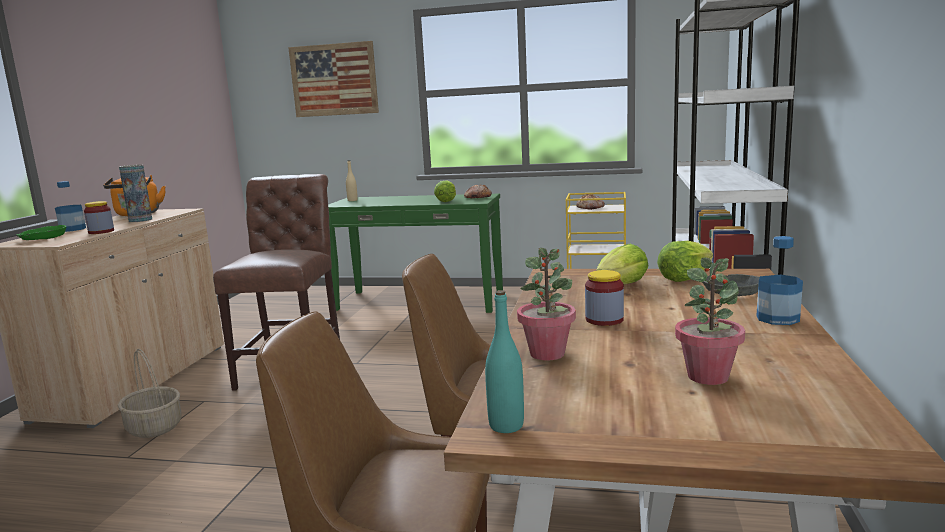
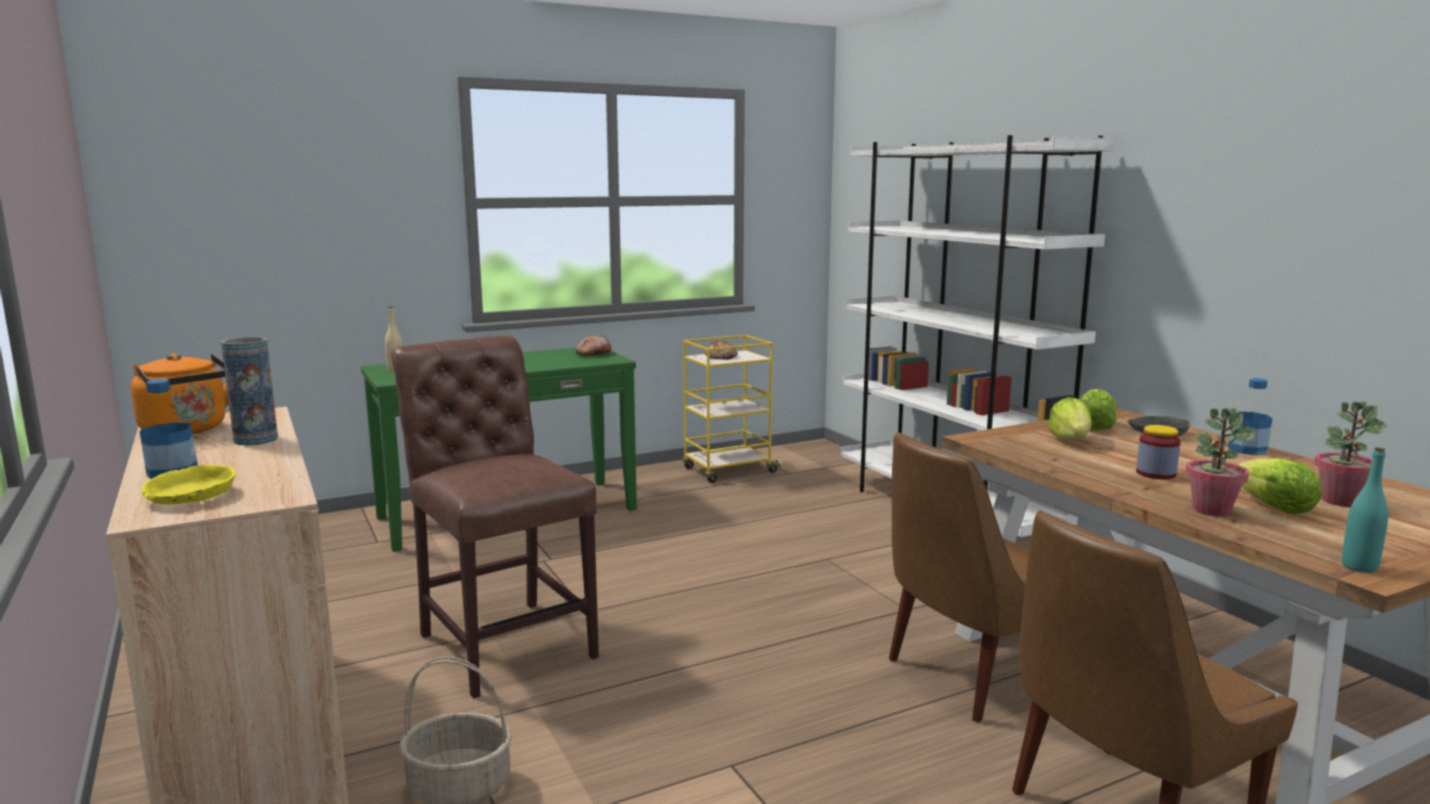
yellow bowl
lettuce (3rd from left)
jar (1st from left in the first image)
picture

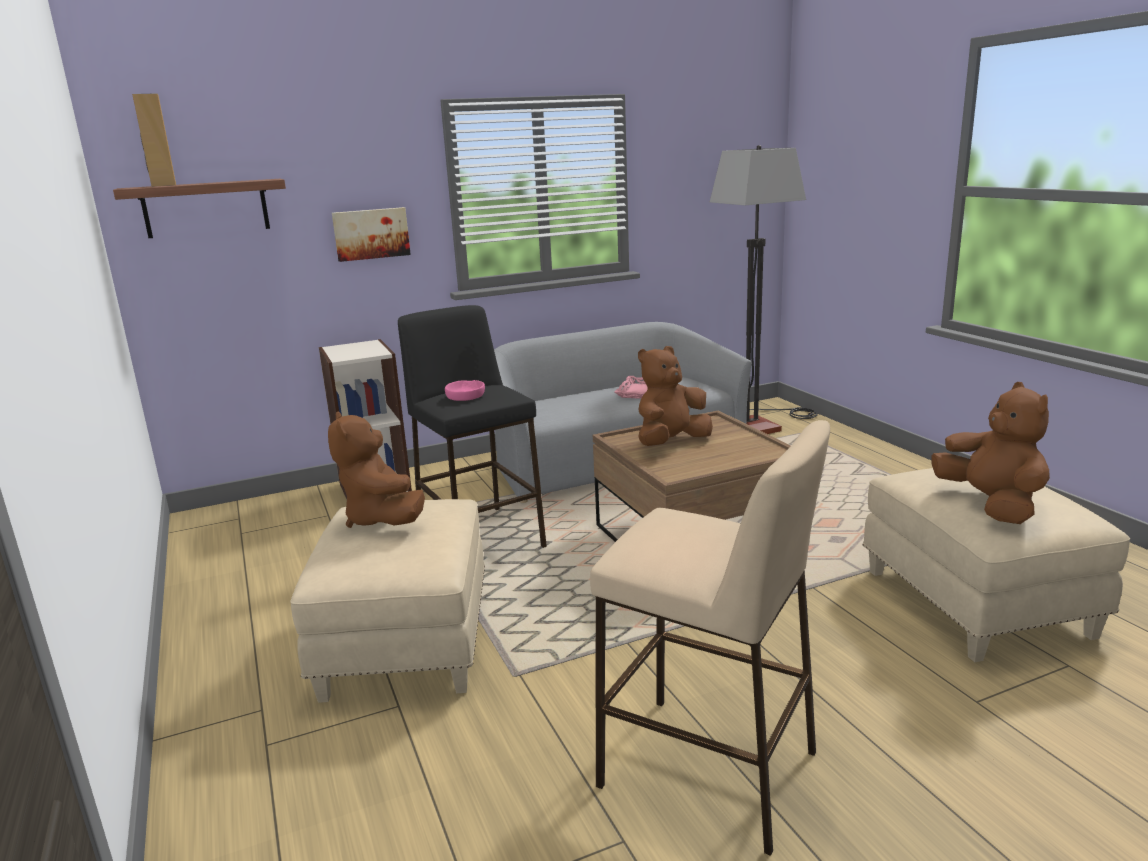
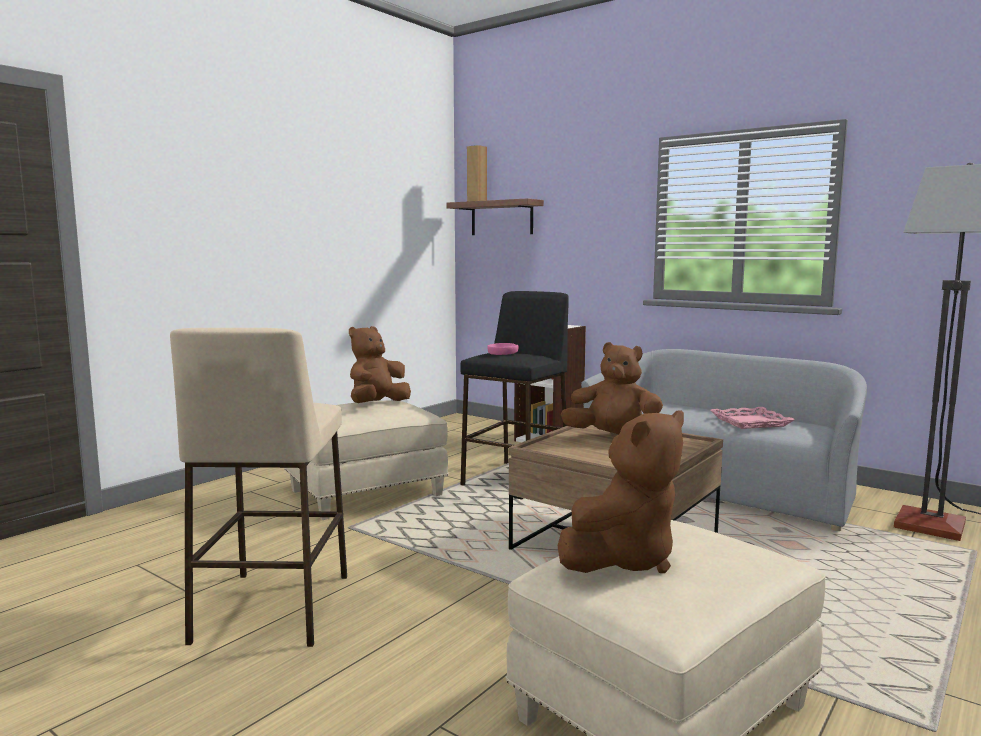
picture

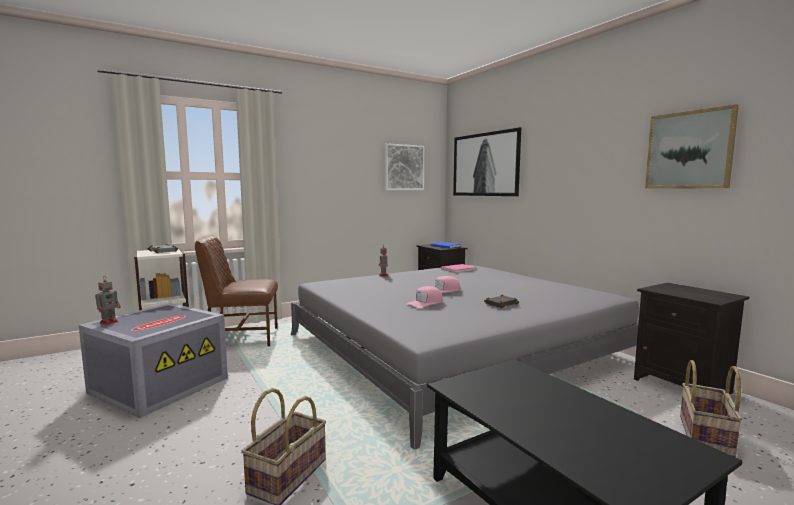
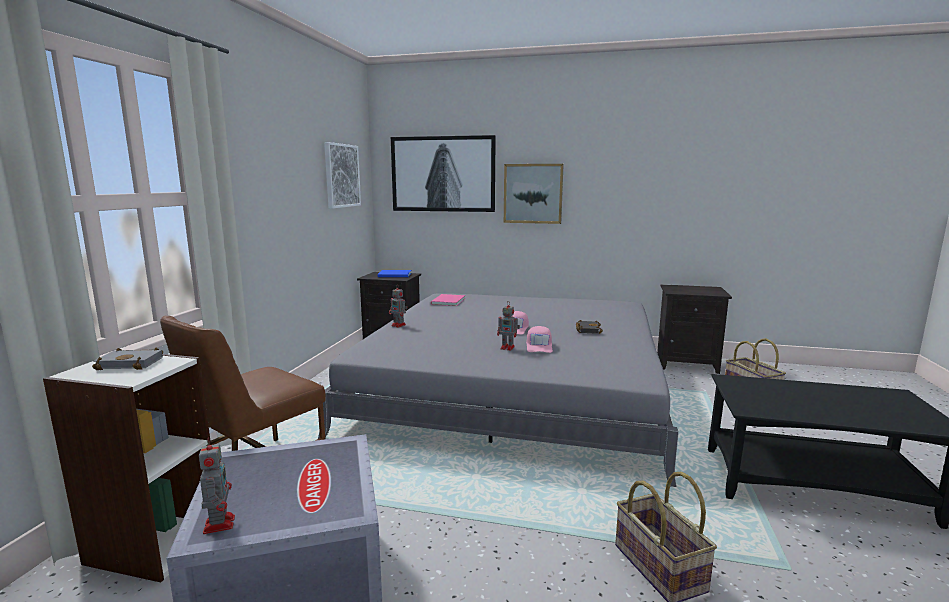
toy robot (3rd from left)
picture (3rd from left)

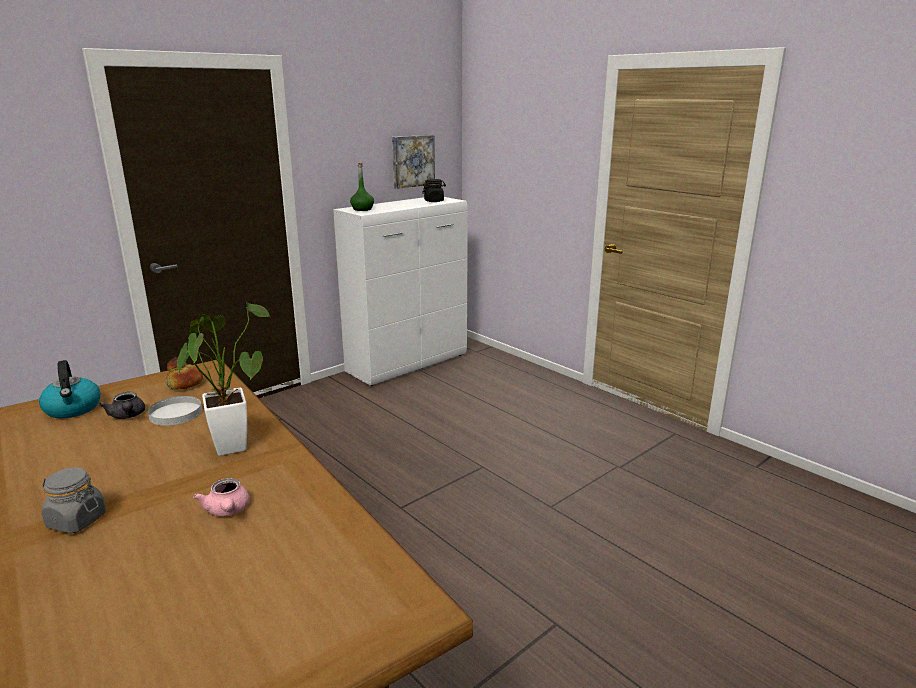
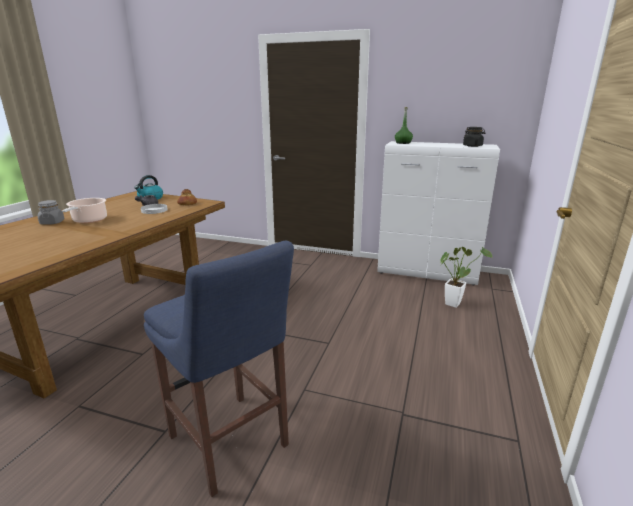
cooking pot
blue stool
potted plant
pink teapot
picture

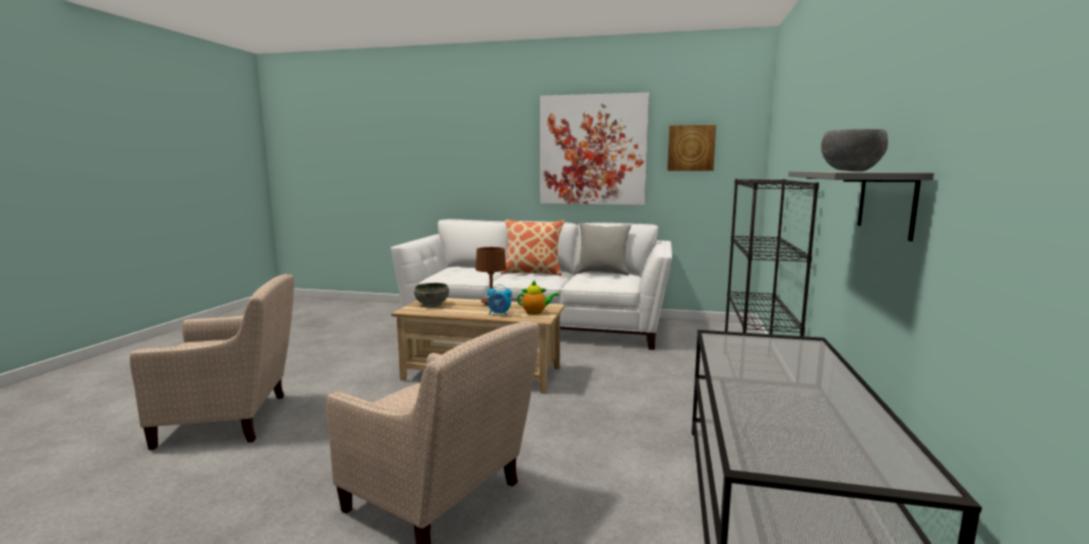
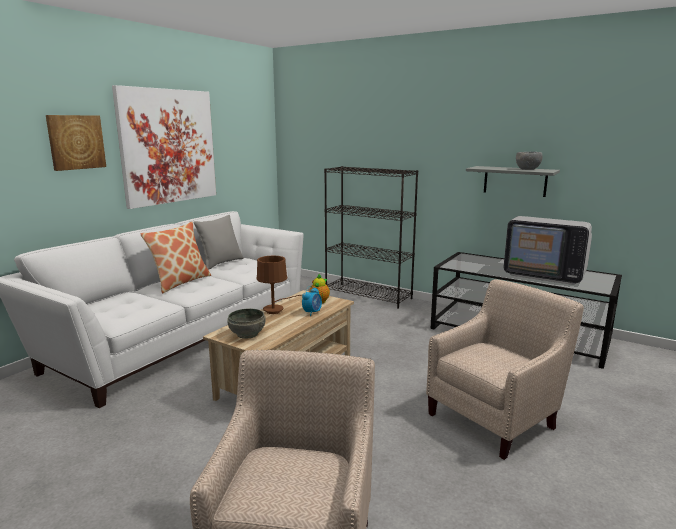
picture (1st from left)
television

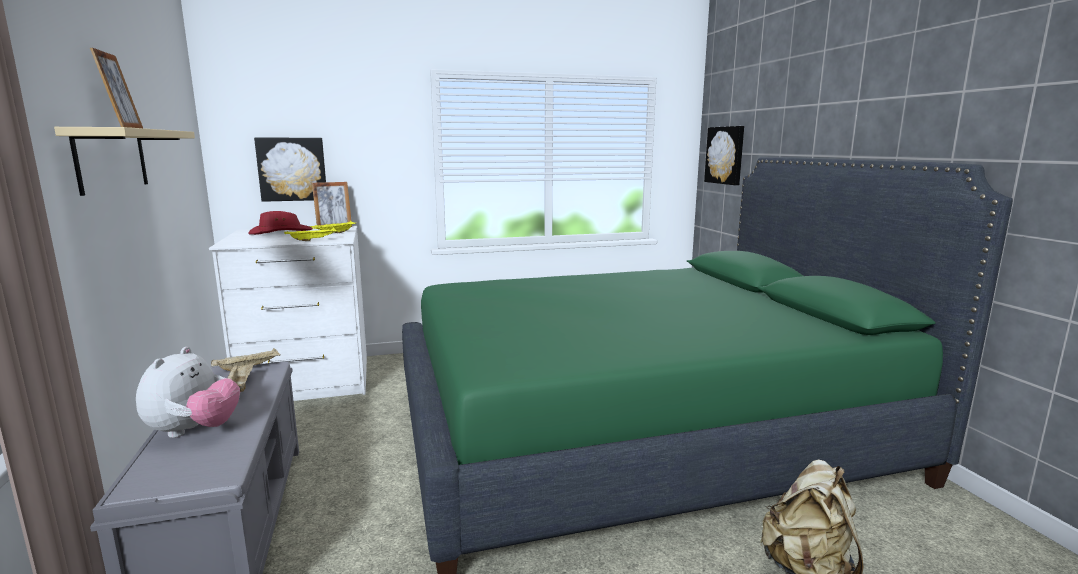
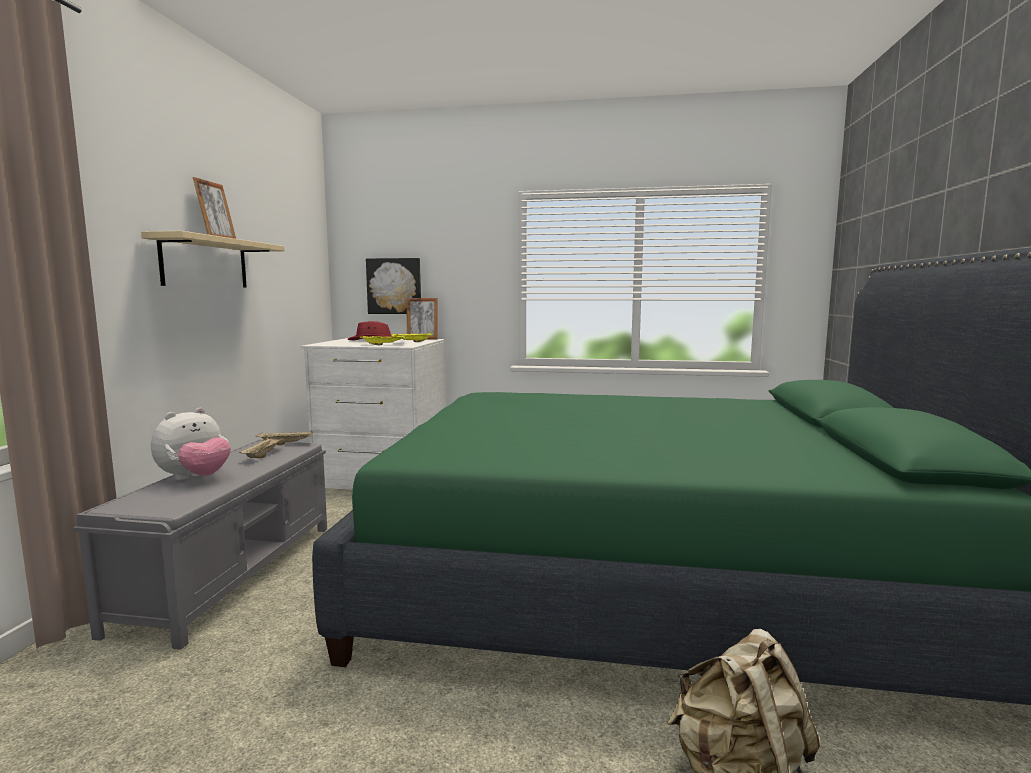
picture (2nd from left in the first image)

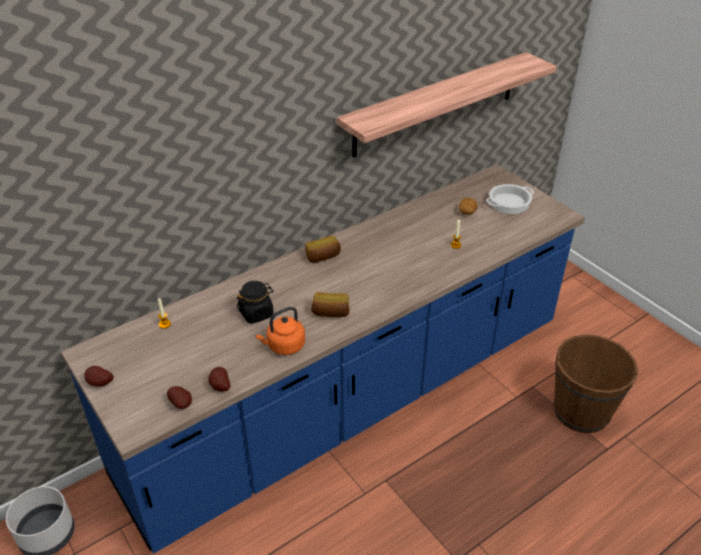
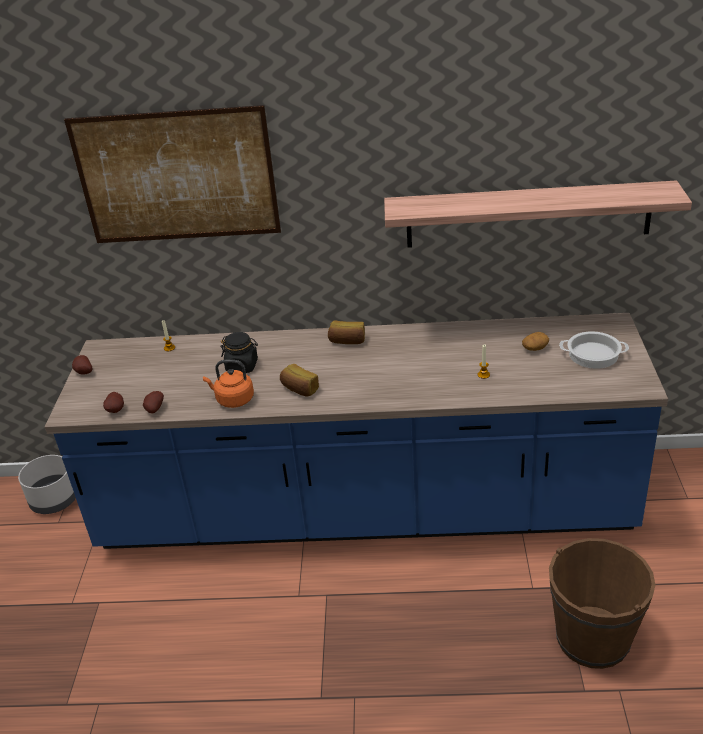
picture

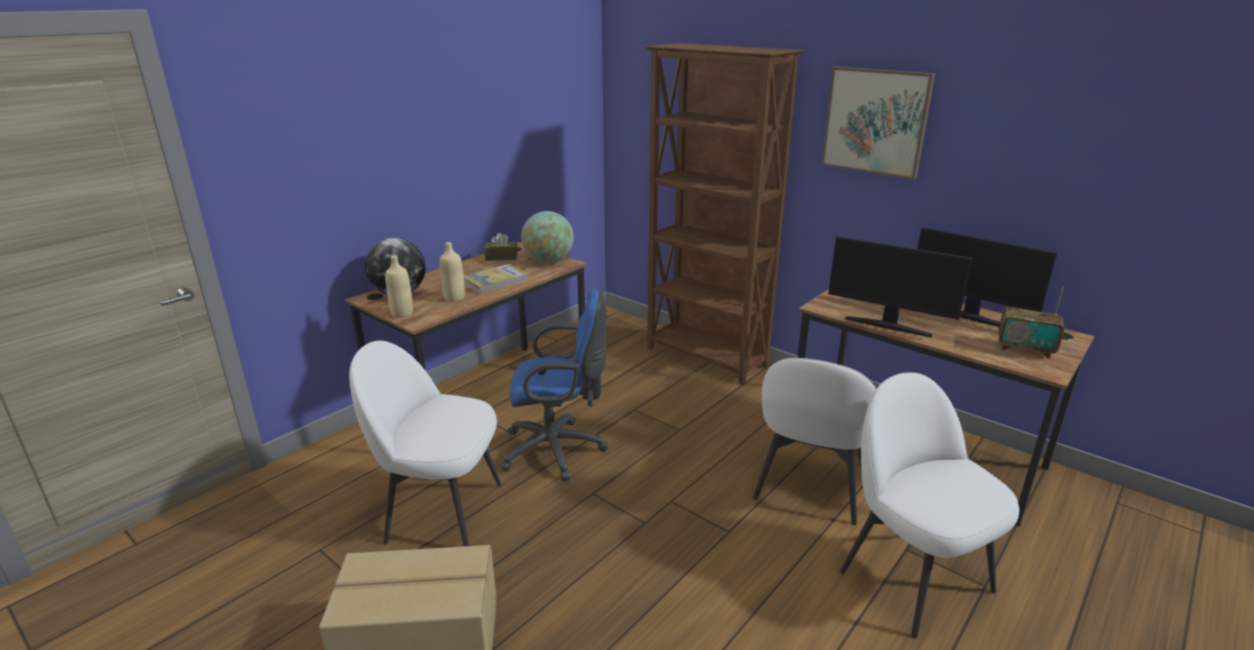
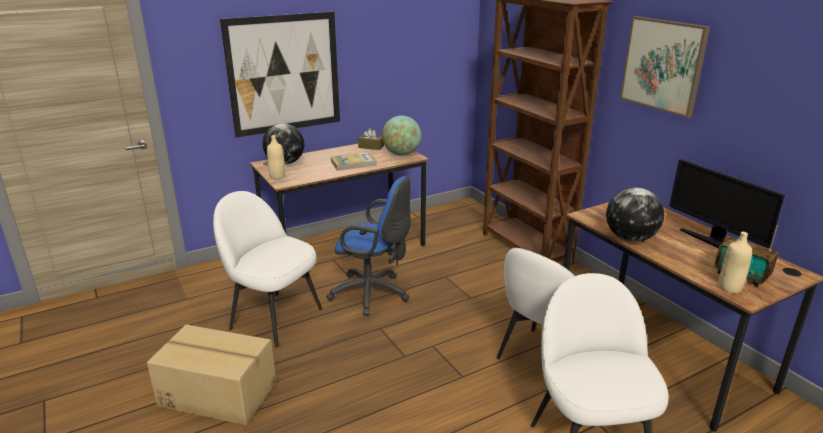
picture (1st from left)
globe (3rd from left)
beige bottle (2nd from left)

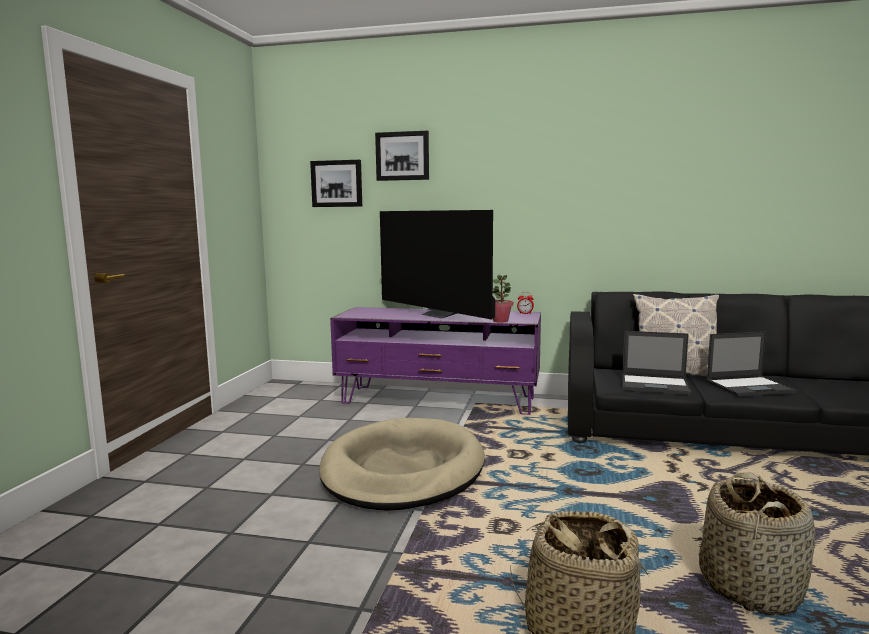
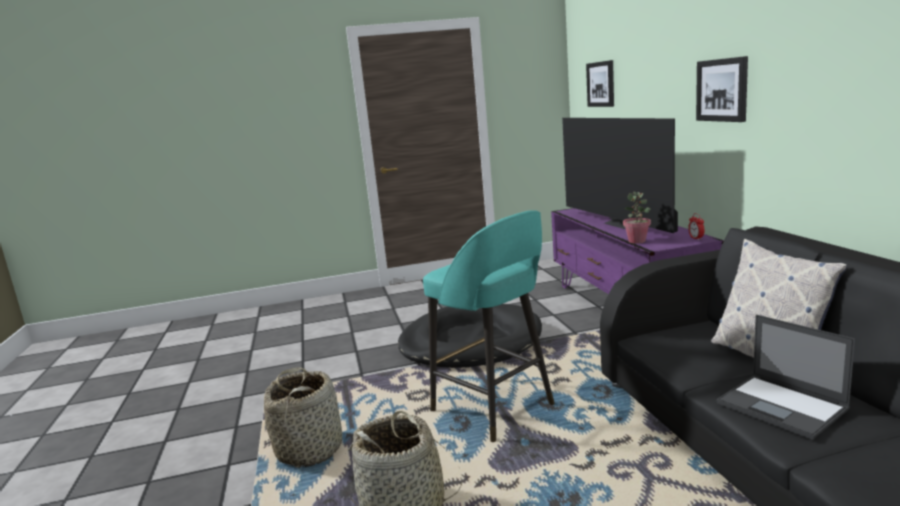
black dog bed
turquoise stool
television
picture (2nd from left)
laptop (1st from left in the first image)

